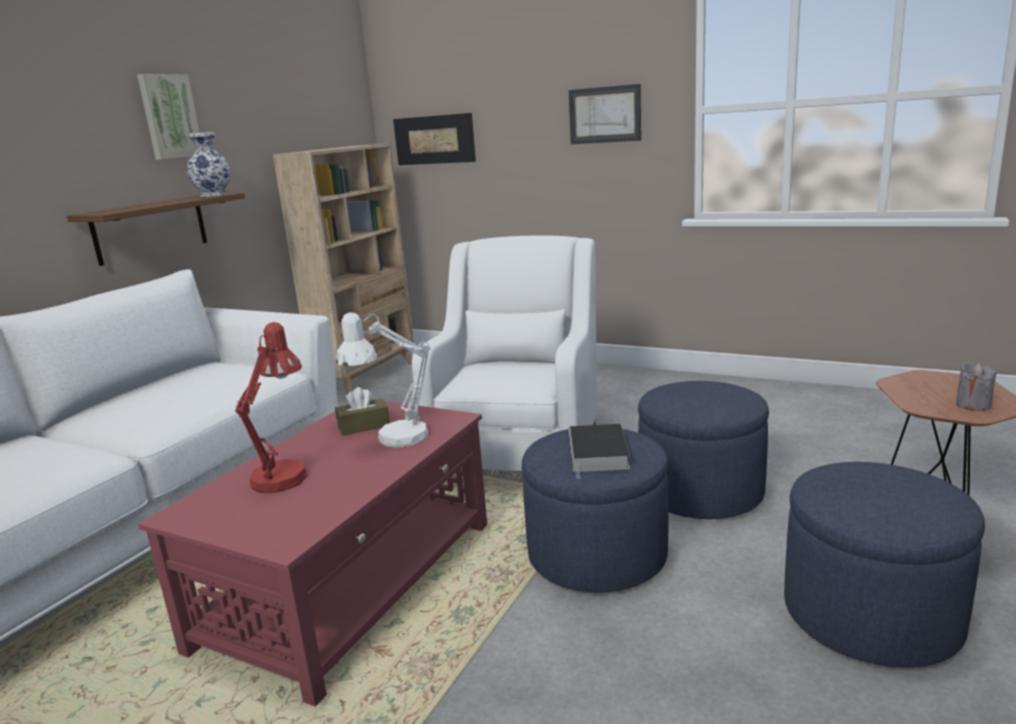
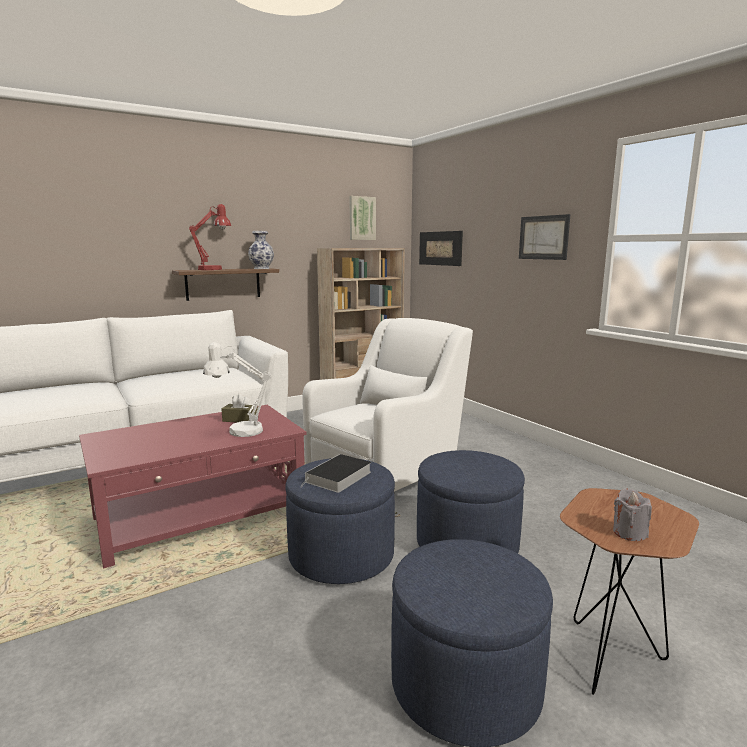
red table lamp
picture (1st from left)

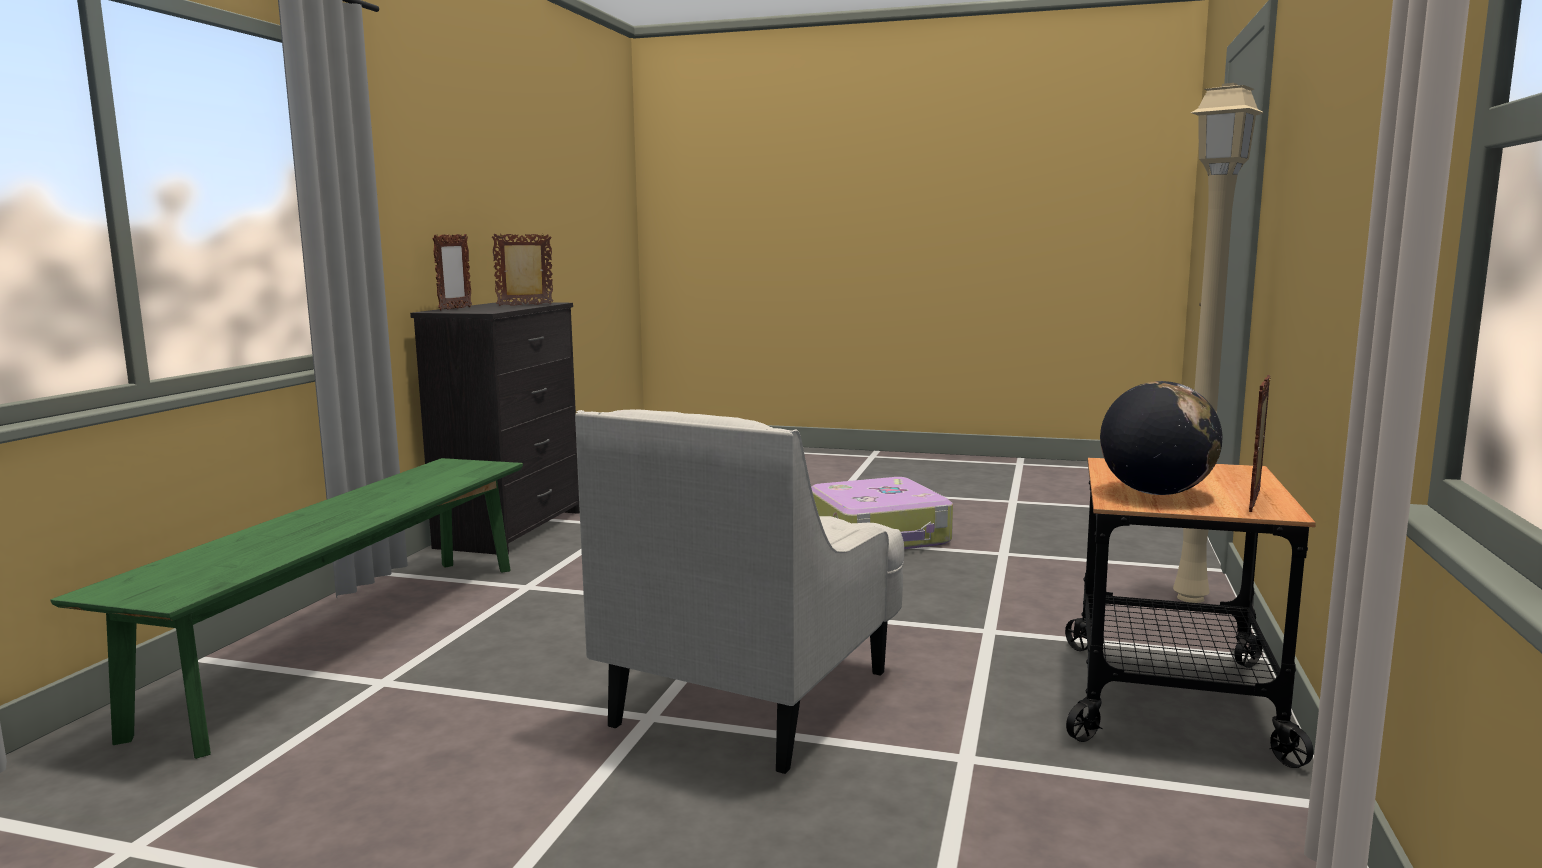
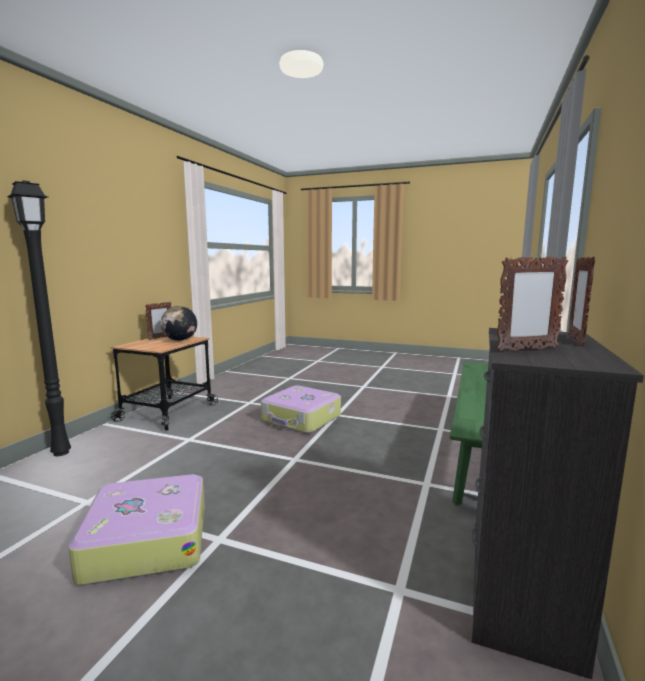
black floor lamp
suitcase (2nd from left)

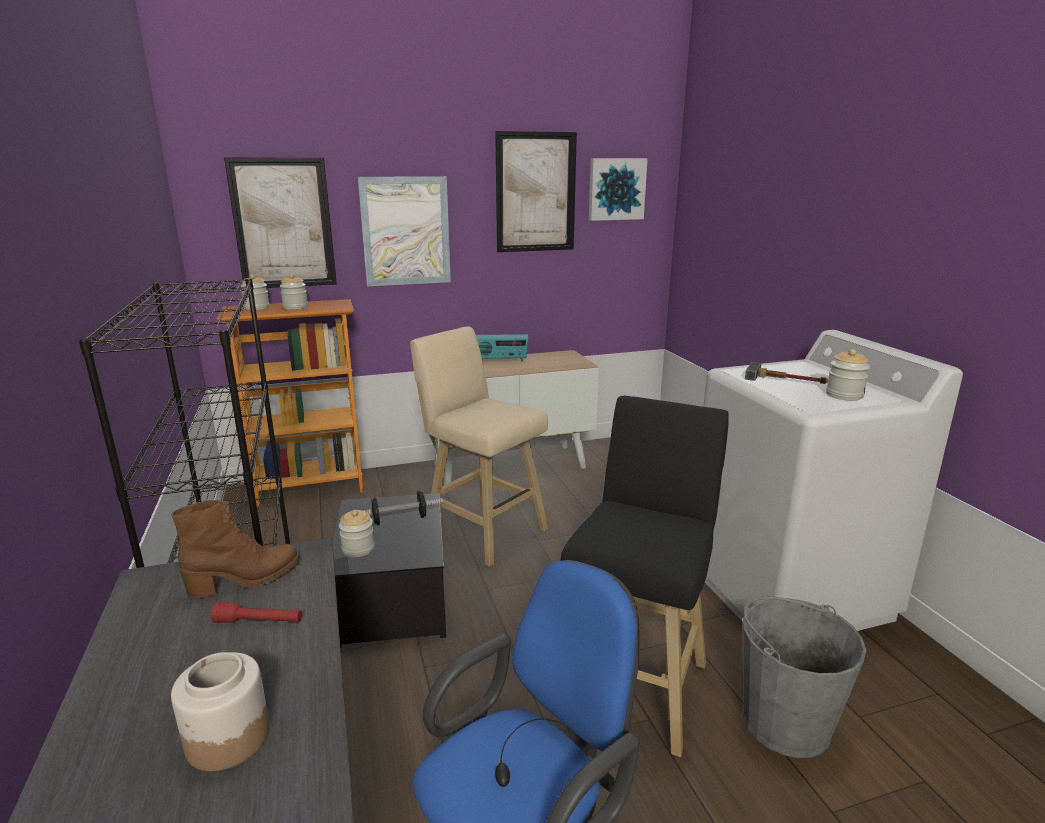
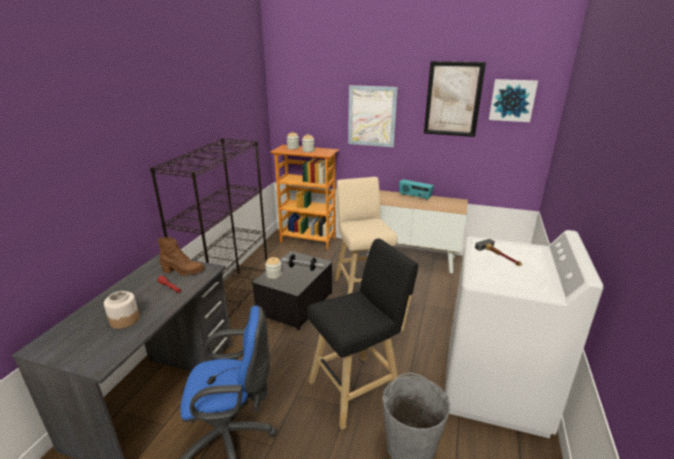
picture (1st from left in the first image)
jar (5th from left in the first image)

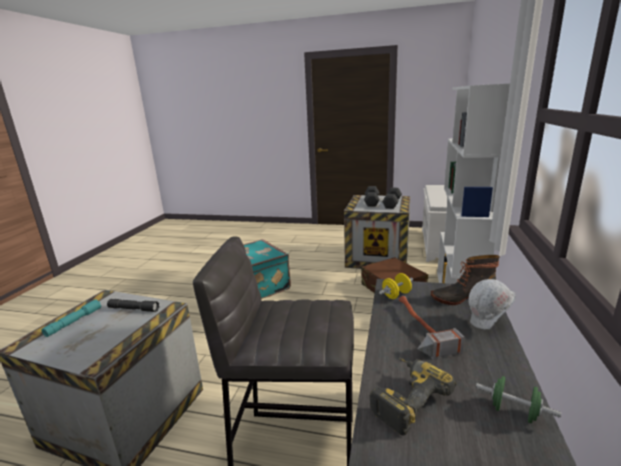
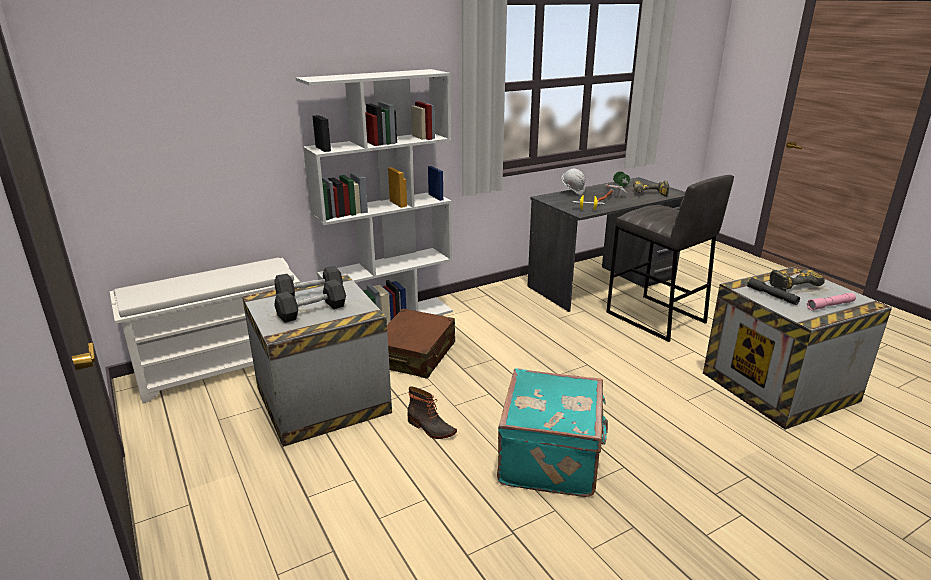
boot
power drill (2nd from left)
pink flashlight

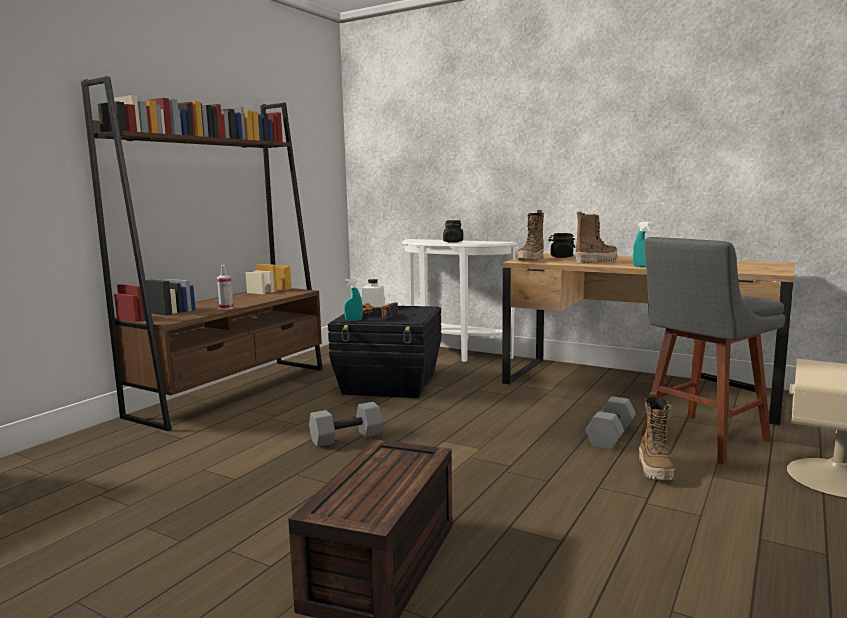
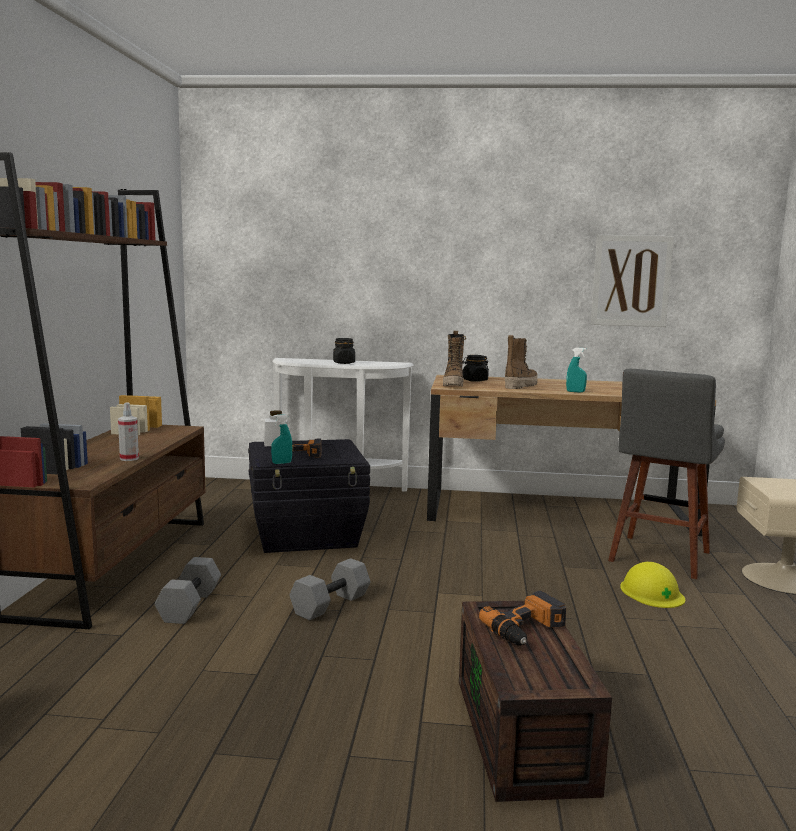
grey dumbbell (1st from left)
power drill (2nd from left)
picture
yellow hard hat

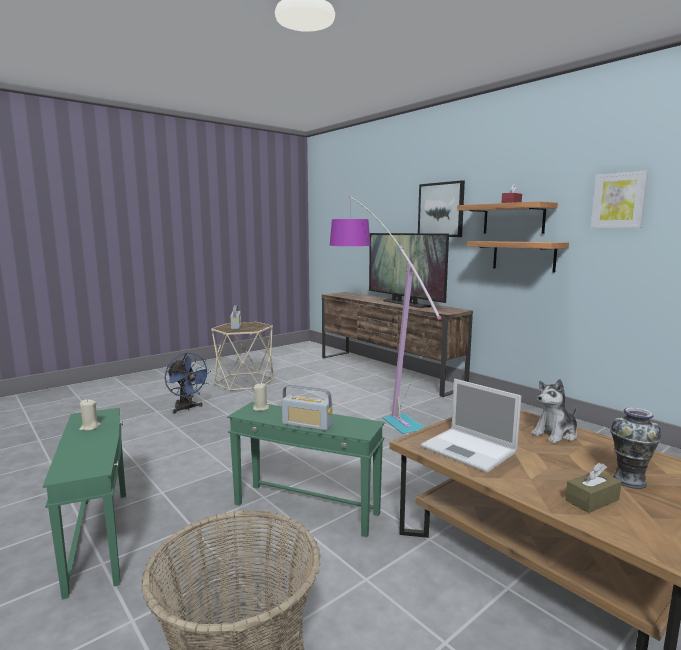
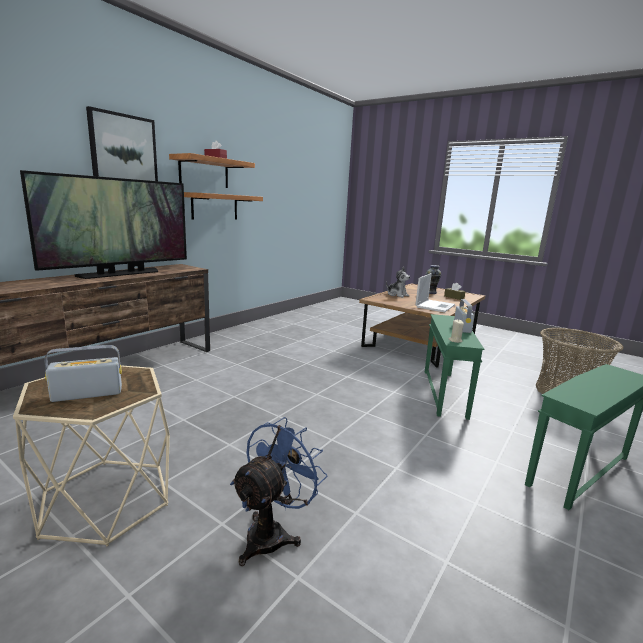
beige candle (1st from left in the first image)
floor lamp
picture (2nd from left in the first image)

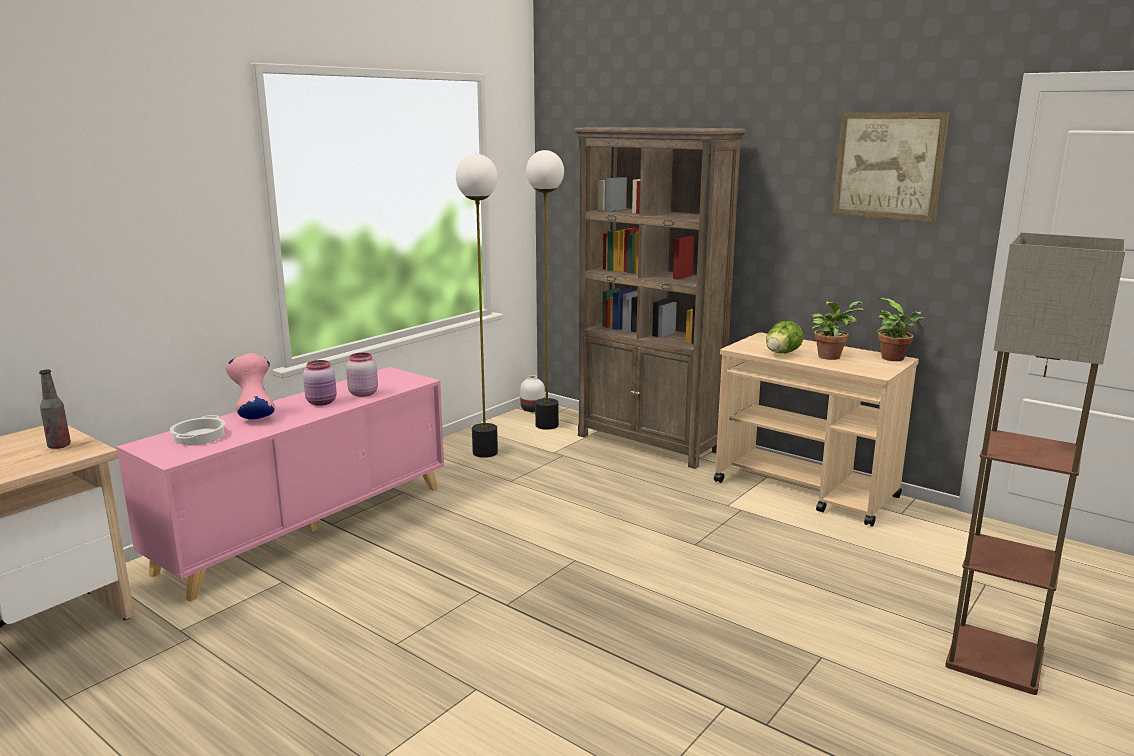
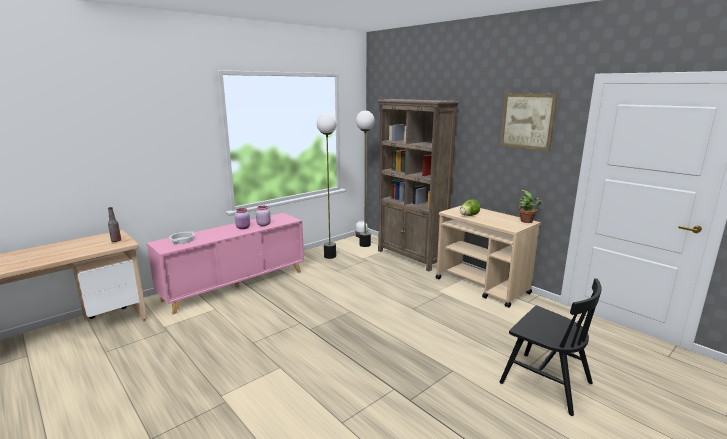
black chair
pink vase
potted plant (1st from left in the first image)

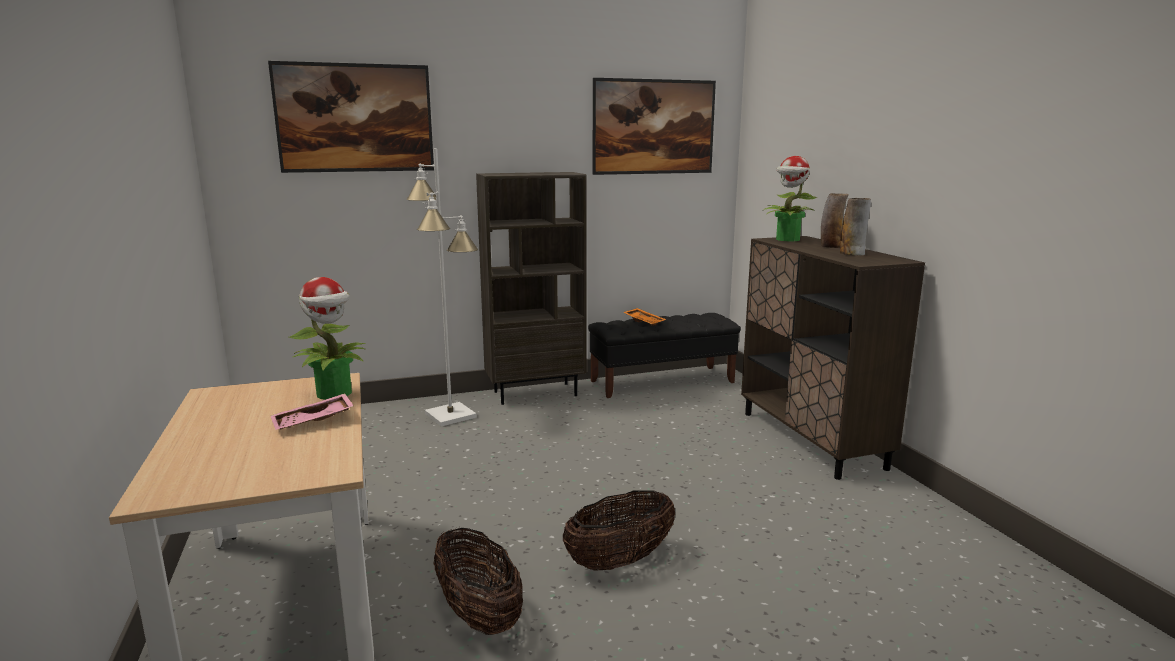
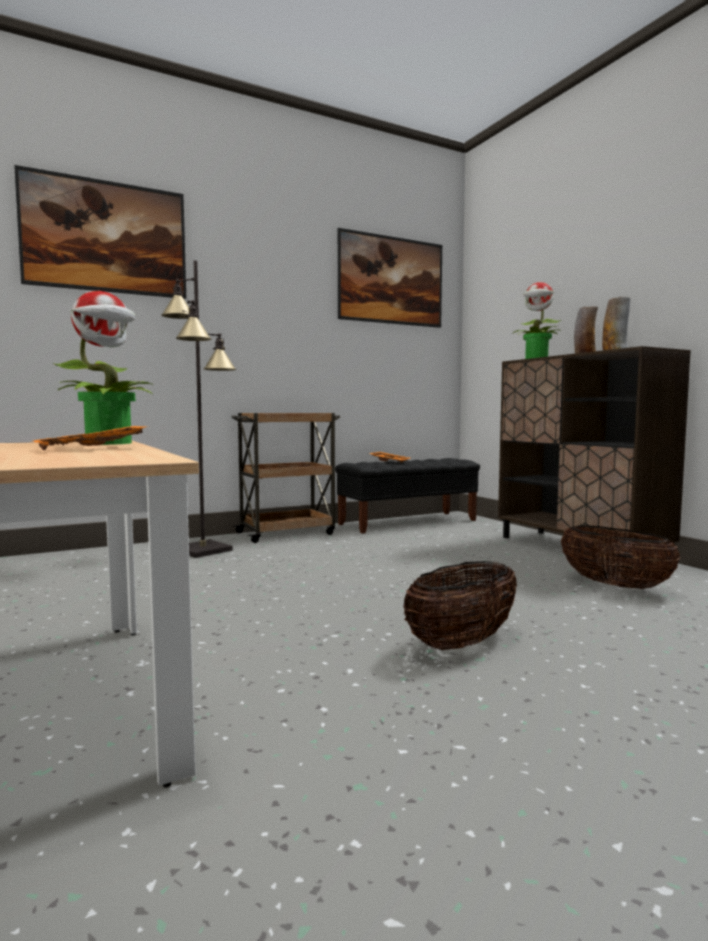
orange tray (1st from left)
black floor lamp
brown cart
basket (2nd from left)

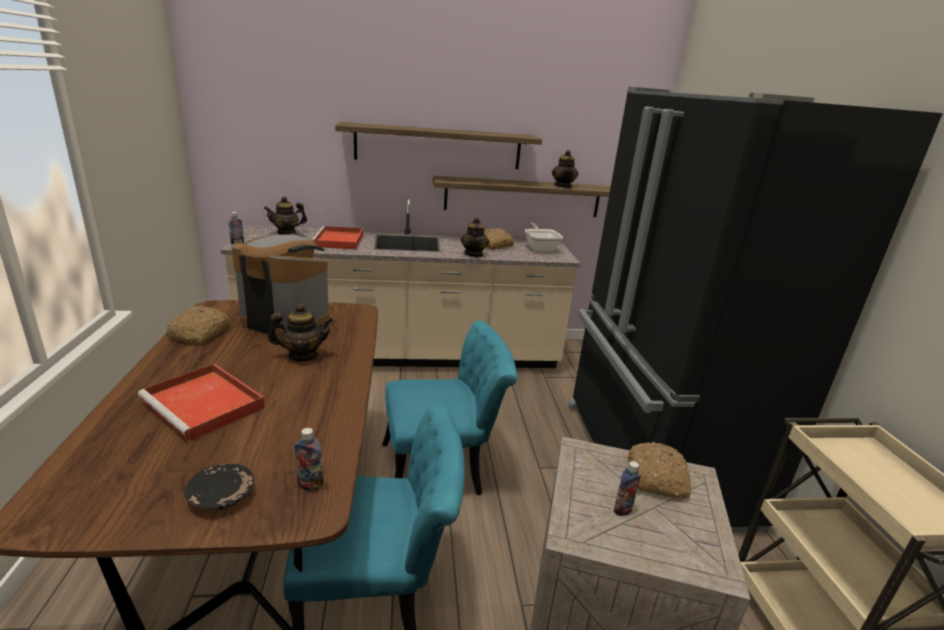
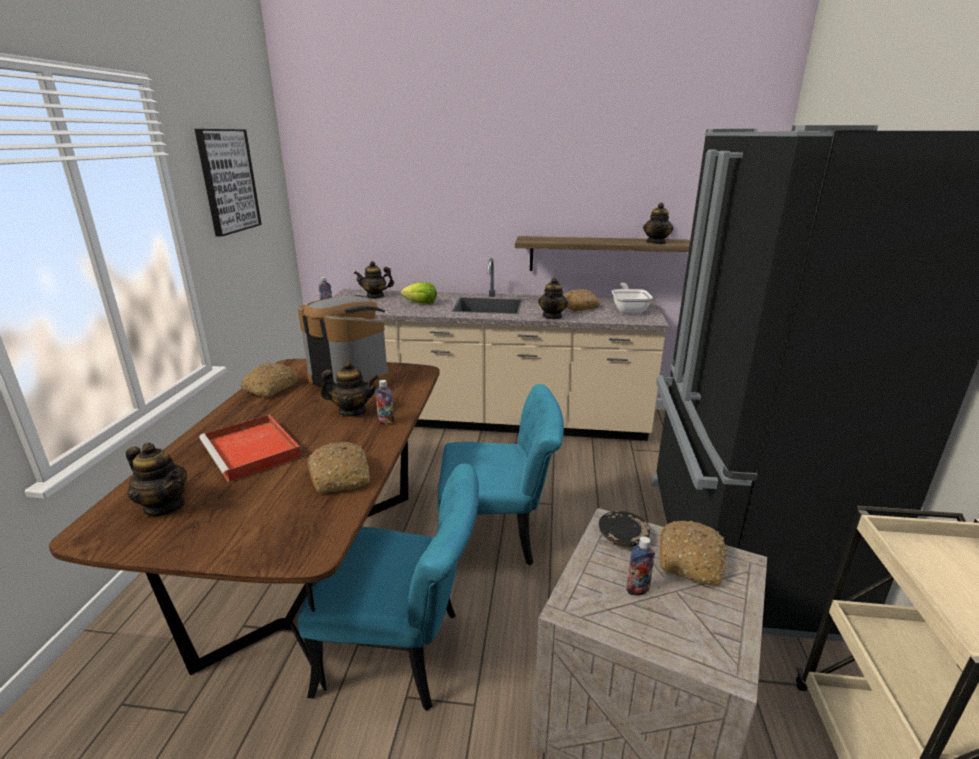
teapot (1st from left)
picture
bread (2nd from left)
bottle (2nd from left)
lettuce
black plate
shelf (1st from left in the first image)

